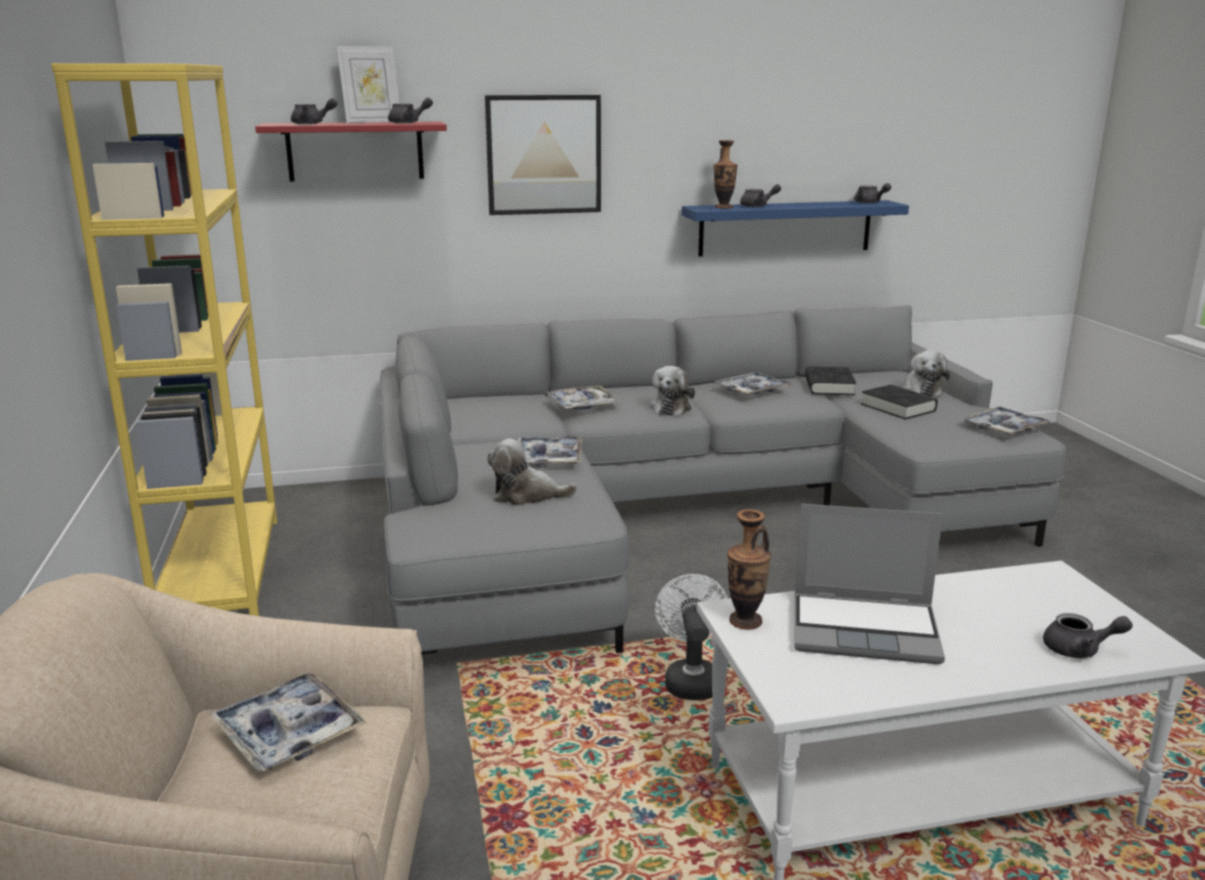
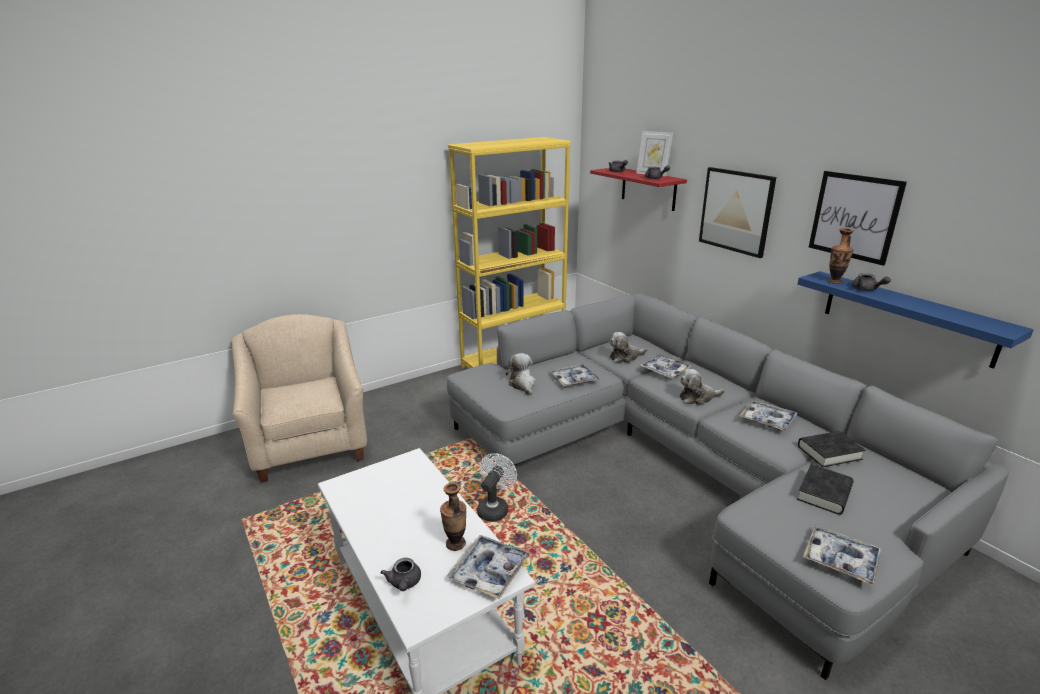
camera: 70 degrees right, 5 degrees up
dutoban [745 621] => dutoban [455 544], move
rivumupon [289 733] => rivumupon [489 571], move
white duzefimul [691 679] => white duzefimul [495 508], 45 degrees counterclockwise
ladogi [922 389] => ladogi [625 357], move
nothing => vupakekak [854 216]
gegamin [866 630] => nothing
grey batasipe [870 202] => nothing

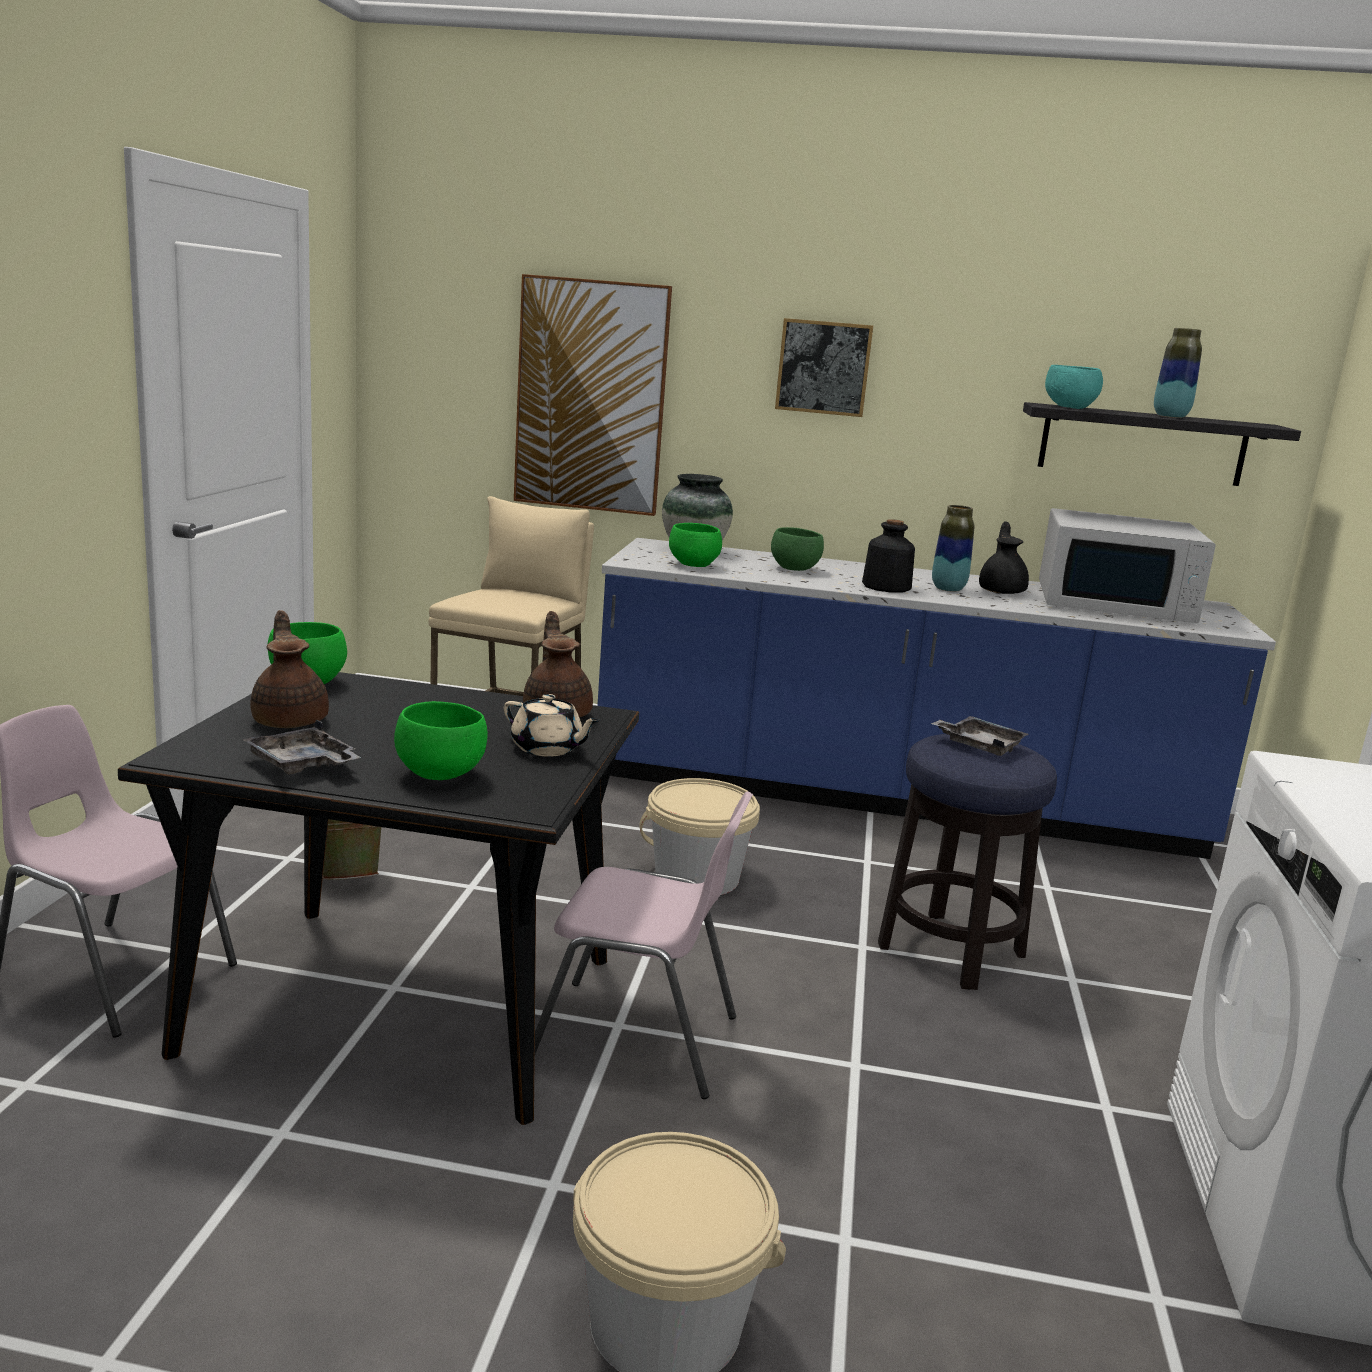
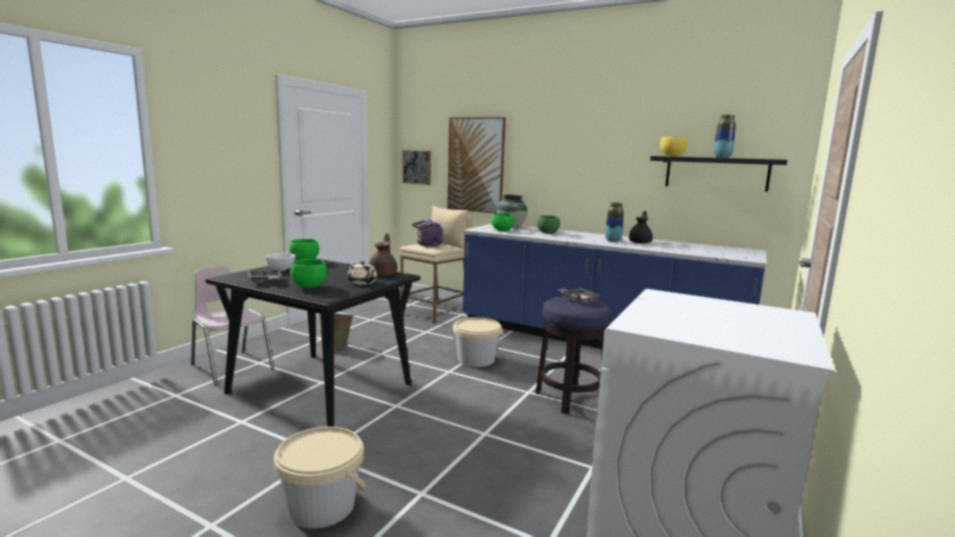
camera: 20 degrees right, 5 degrees down
brown batasipe [291 720] => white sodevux [281 270]
vupakekak [823 367] => vupakekak [417 167], move
nothing => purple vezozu [427 245]
turquoise sodevux [1070 408] => yellow sodevux [672 156]
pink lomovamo [638 1040] => nothing
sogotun [885 587] => nothing
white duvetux [1115 603] => nothing

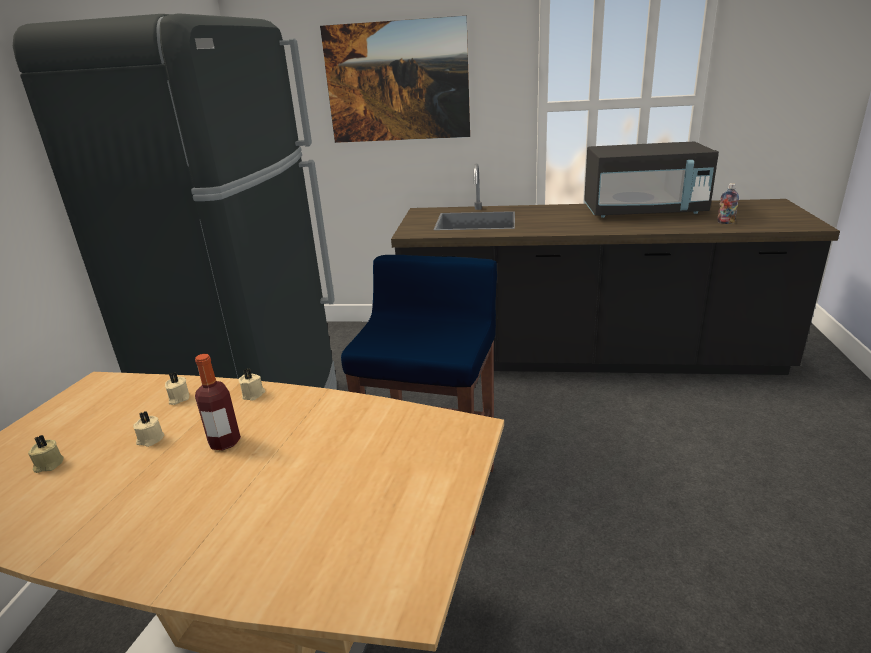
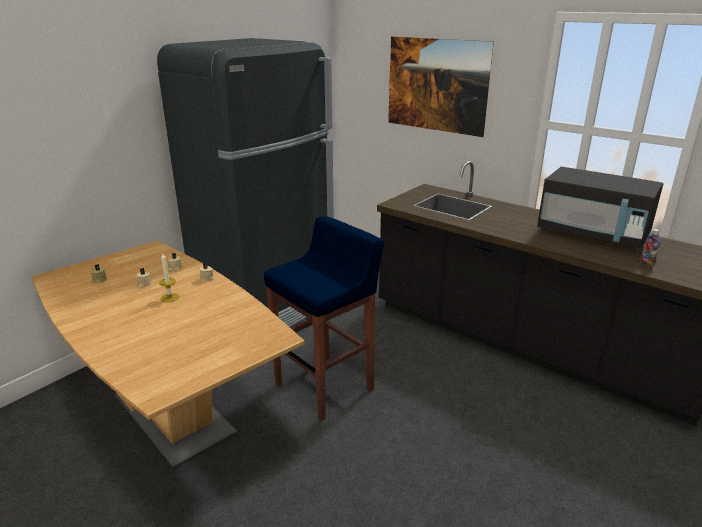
camera: 30 degrees right, 0 degrees up
sogotun [225 442] => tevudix [170 297]

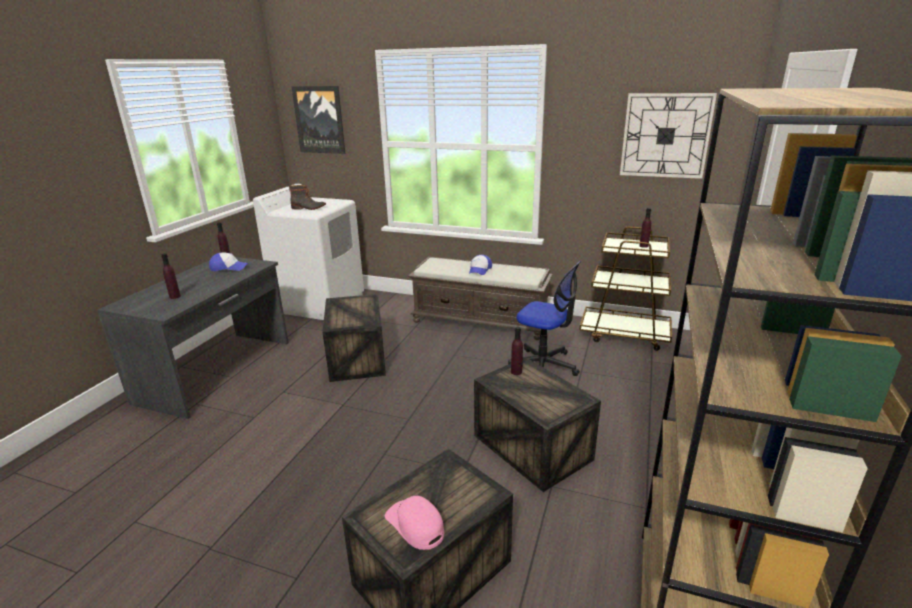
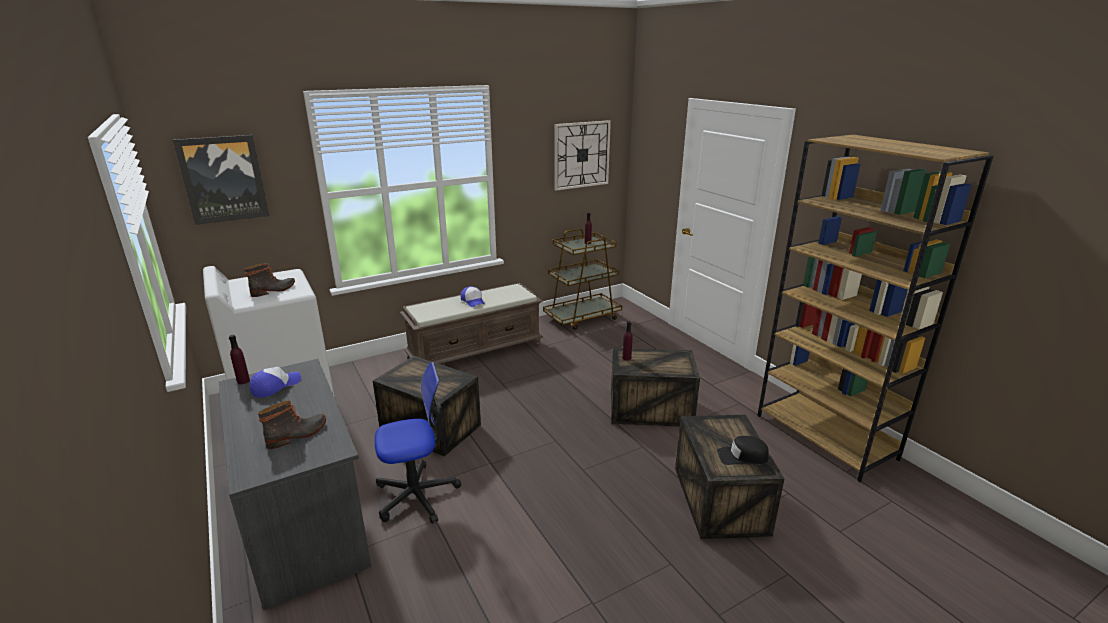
camera: 50 degrees left, 0 degrees up
purple sogotun [175 296] => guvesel [298 434]
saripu [543 366] => saripu [417 495], move
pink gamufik [415 525] => black gamufik [742 456]

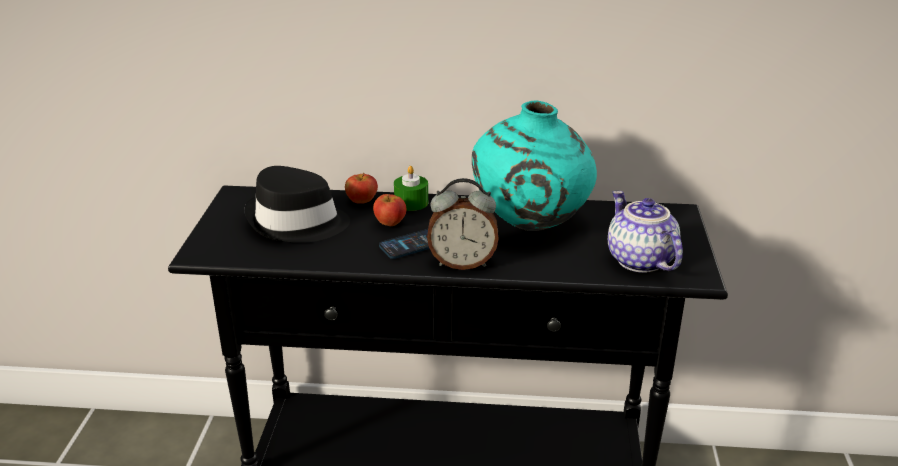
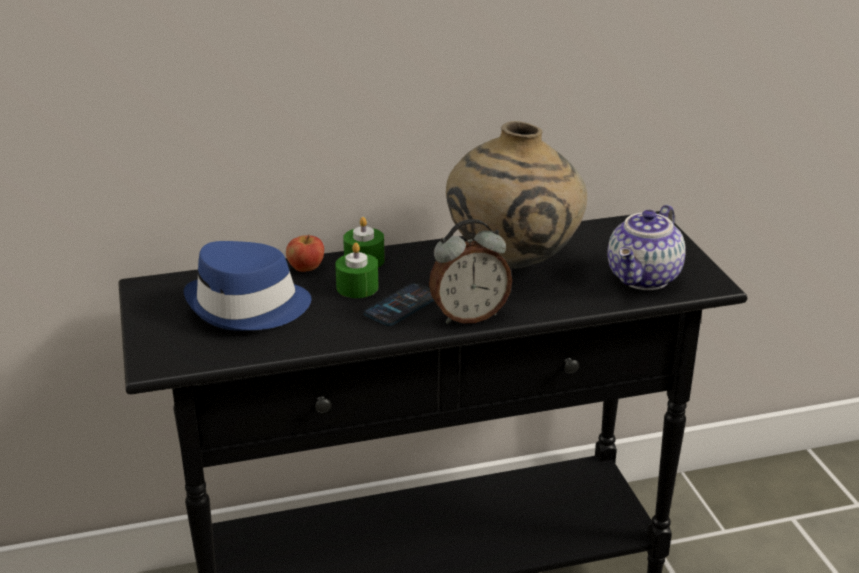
camera: 20 degrees left, 0 degrees up
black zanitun [297 223] => blue zanitun [248 306]
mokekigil [390 223] => green tevudix [357 287]
turquoise dutoban [530 226] => beige dutoban [513 263]
batasipe [638 260] => batasipe [644 279], 105 degrees counterclockwise

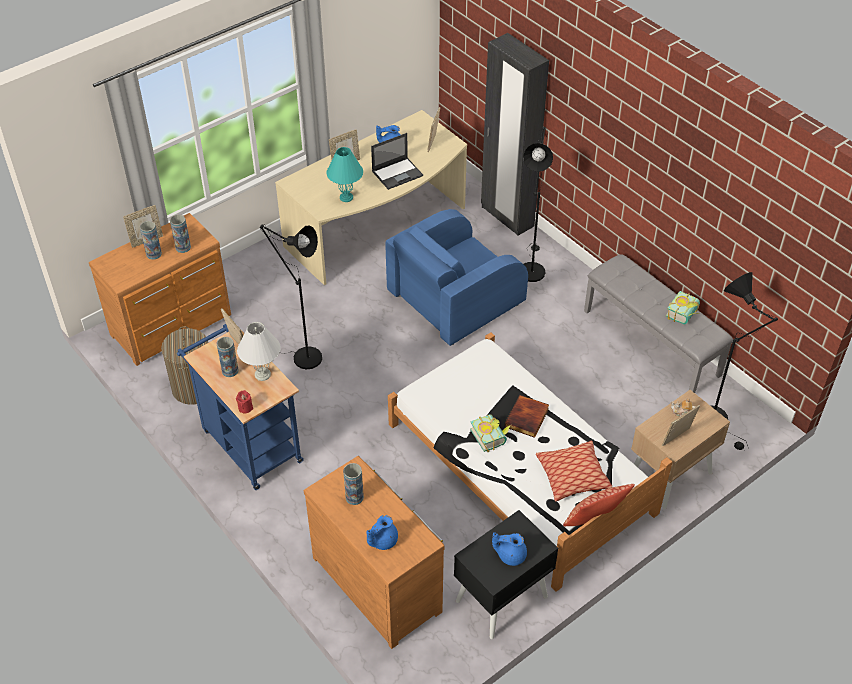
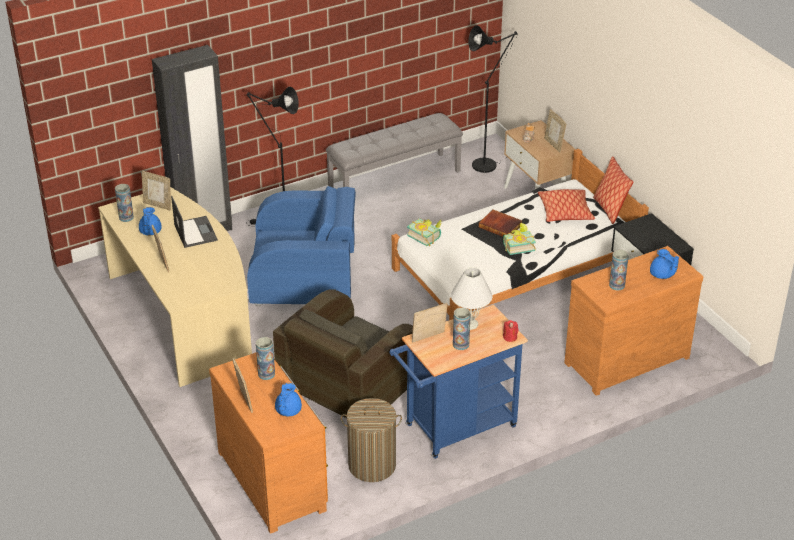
camera: 80 degrees left, 10 degrees down
dutoban [154 254] => dutoban [126 217], move
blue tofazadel [454 299] => blue tofazadel [304 278], 60 degrees counterclockwise
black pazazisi [302 357] => brown tofazadel [351 385]
blue batasipe [510 555] => blue batasipe [287 411], move
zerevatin [685 315] => zerevatin [426 236], move
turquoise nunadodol [346 197] => nothing

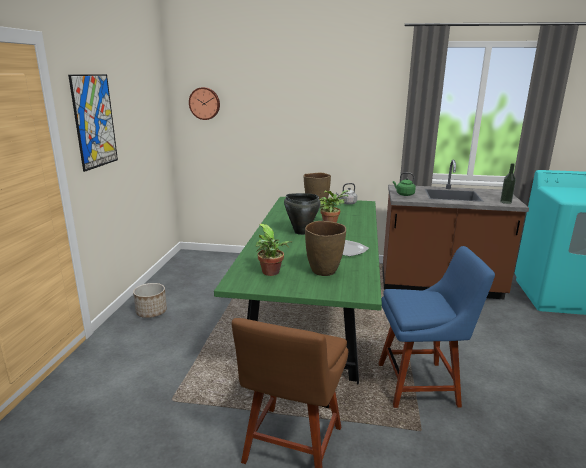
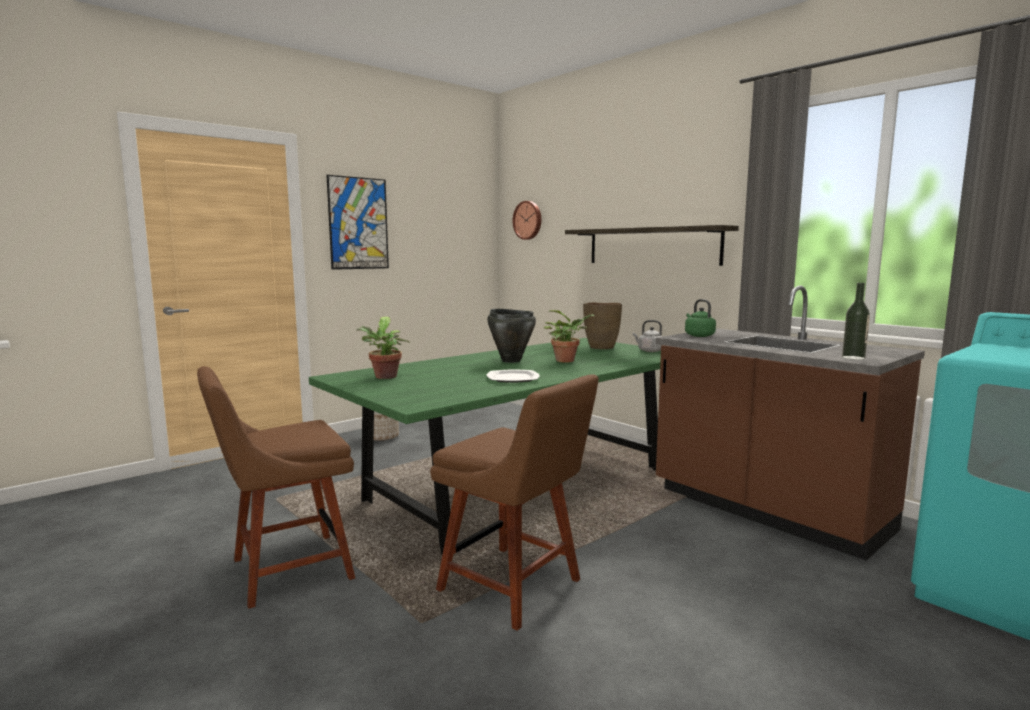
camera: 40 degrees right, 10 degrees down
blue lomovamo [422 384] => brown lomovamo [515 588]
nothing => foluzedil [652 246]
brown dutoban [324 271] => nothing

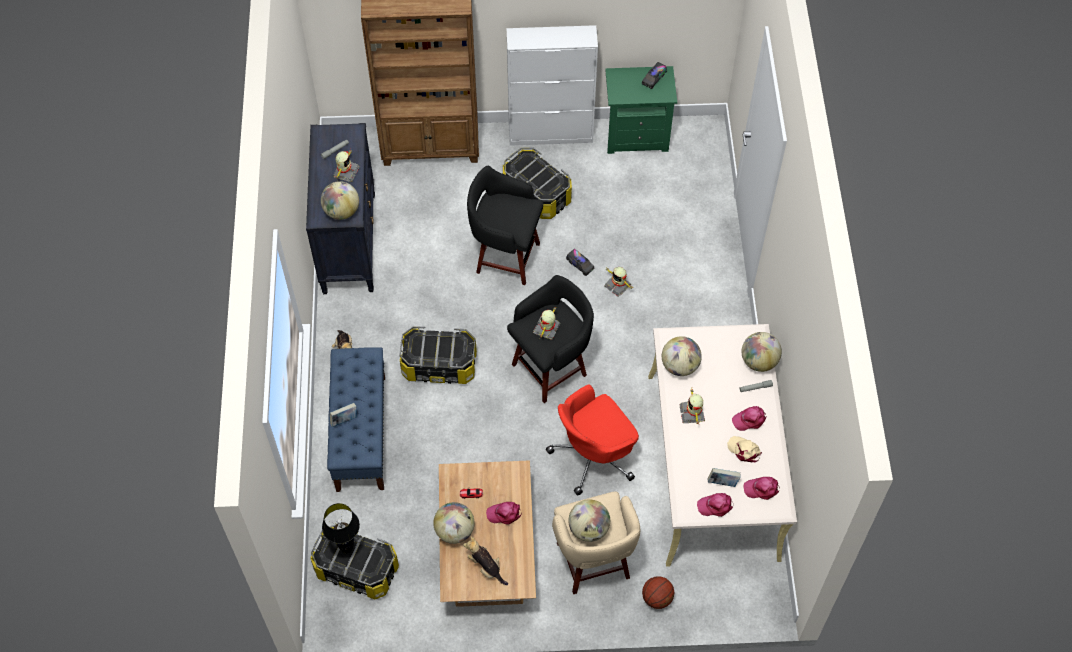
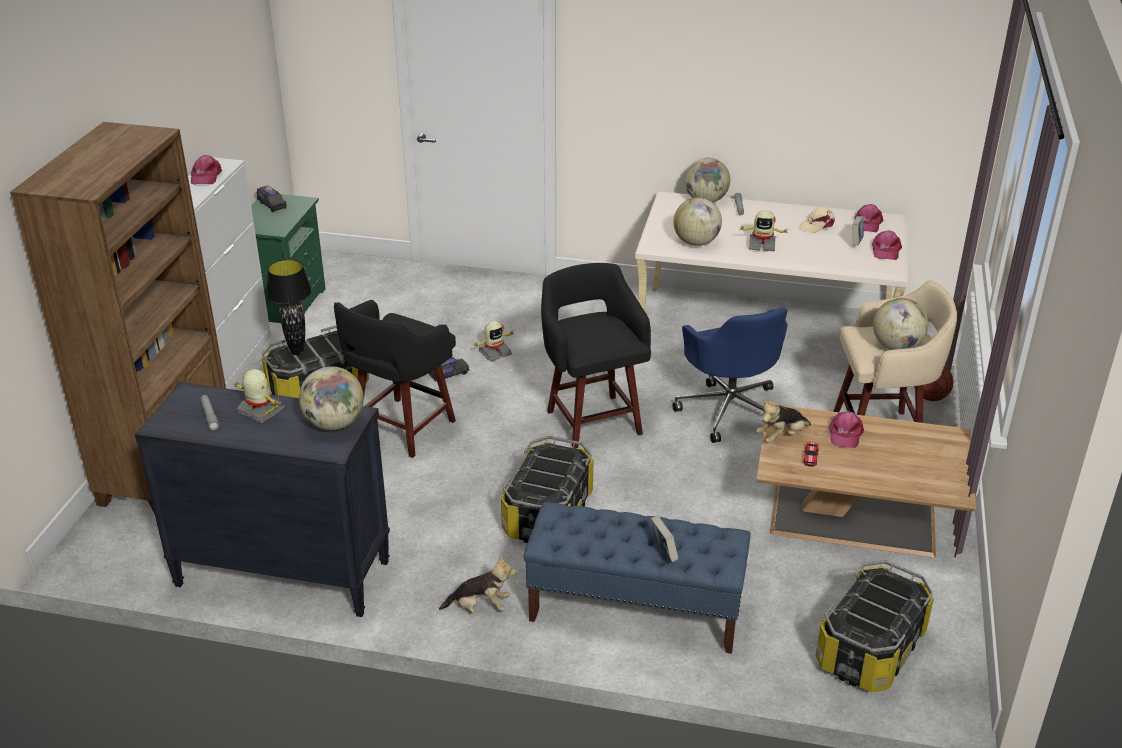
camera: 75 degrees left, 25 degrees down
pink gamufik [749 419] => pink gamufik [205 176], move
black nunadodol [347 548] => black nunadodol [296 352], move
red saripu [594 455] => blue saripu [730 409]
ladogi [486 567] => ladogi [782 436], move
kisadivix [455 531] => nothing
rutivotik [547 329] => nothing

